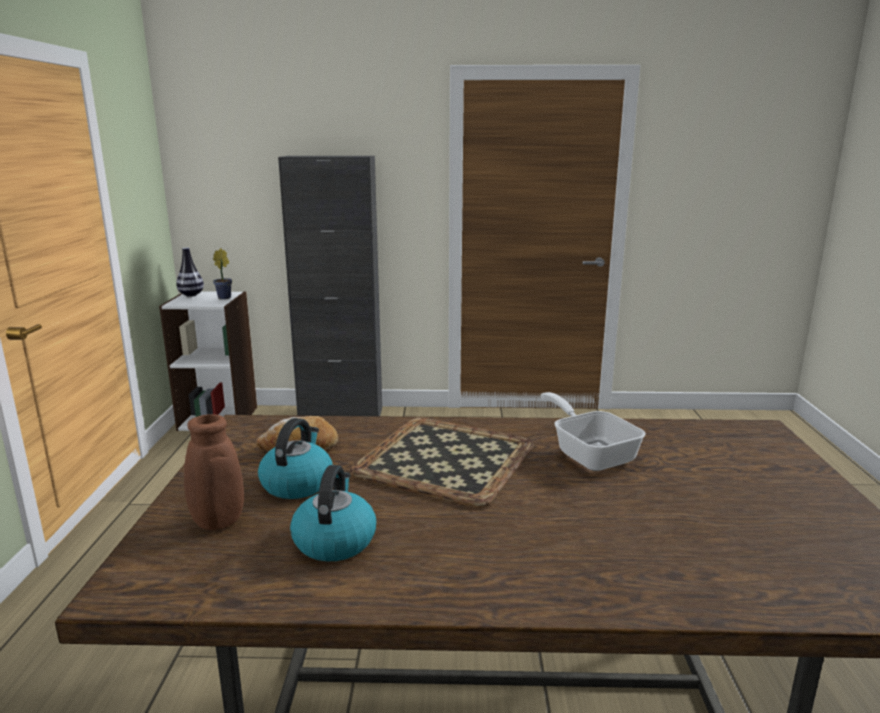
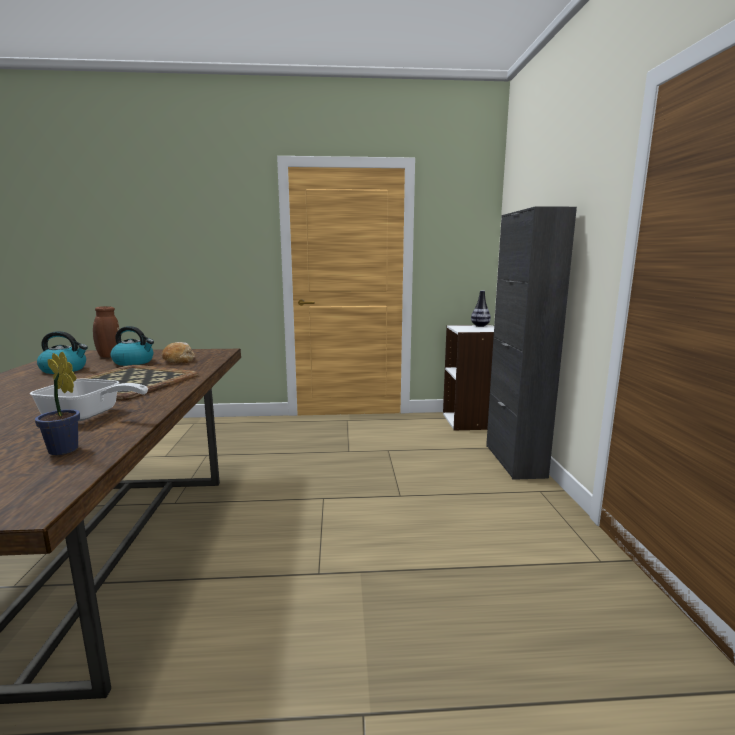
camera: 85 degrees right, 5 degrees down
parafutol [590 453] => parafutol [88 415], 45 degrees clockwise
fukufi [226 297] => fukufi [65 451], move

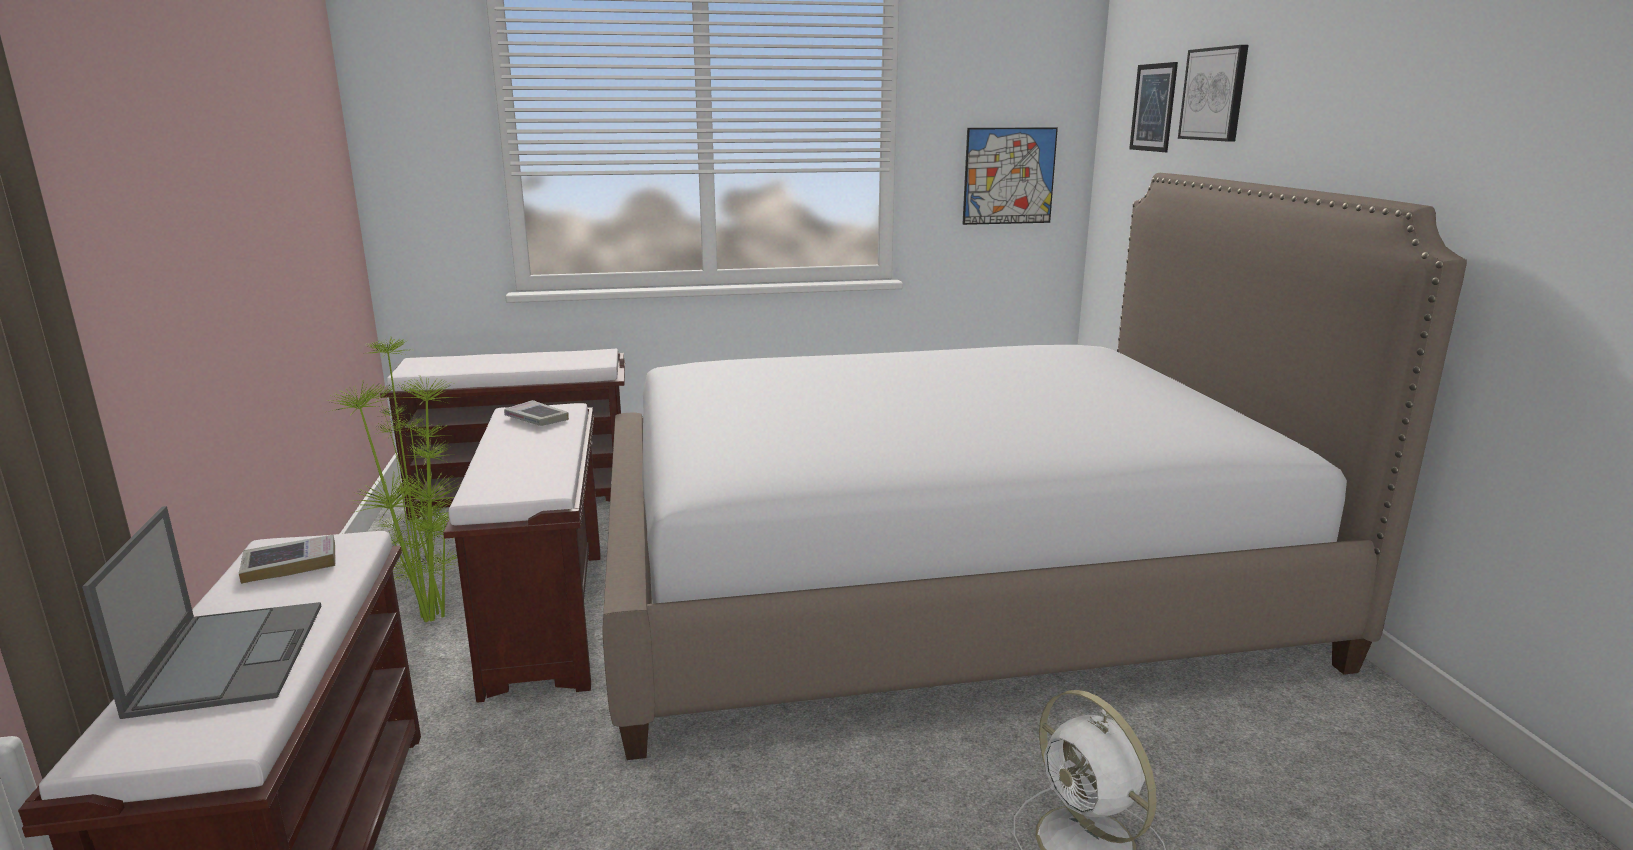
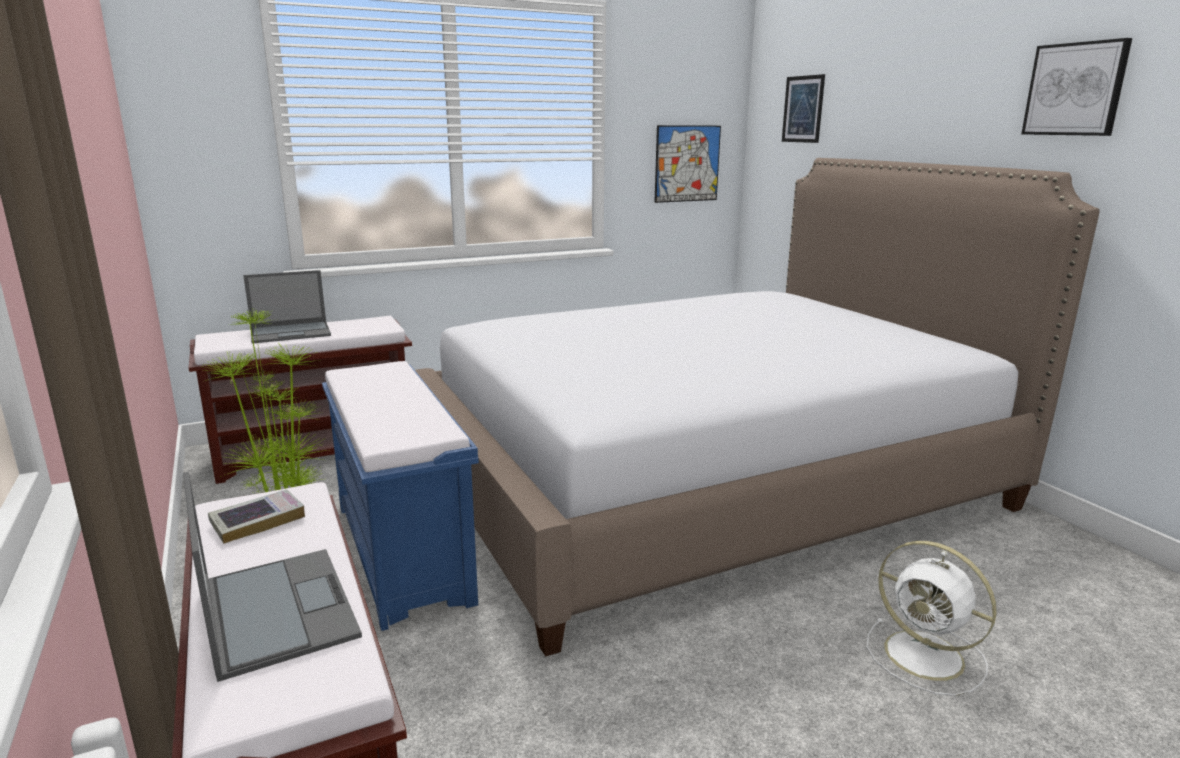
camera: 15 degrees left, 0 degrees up
nothing => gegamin [291 332]
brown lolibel [548 620] => blue lolibel [404 552]
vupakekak [1214 94] => vupakekak [1075 89], move
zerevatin [536 419] => nothing

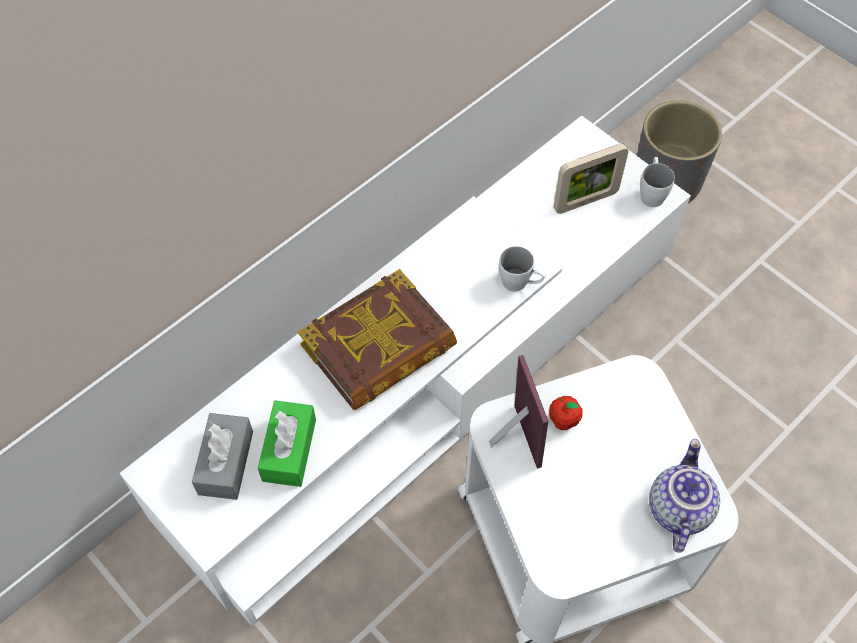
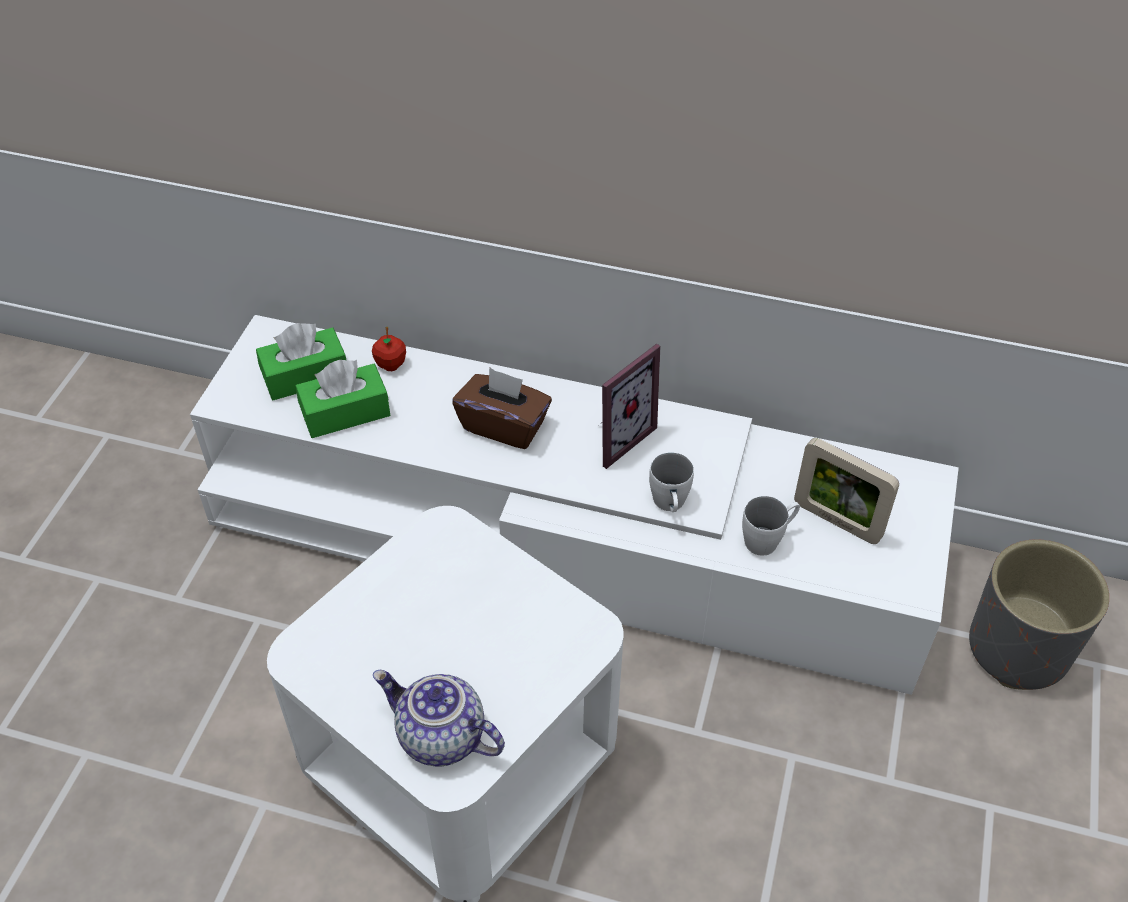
camera: 60 degrees right, 10 degrees down
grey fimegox [226 462] => green fimegox [305 376]
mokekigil [563 420] => mokekigil [391 365], move
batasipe [677 508] => batasipe [439 738], 135 degrees counterclockwise
zerevatin [379 347] => brown fimegox [504 425]
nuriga [510 440] => nuriga [615 436], move
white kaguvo [651 192] => white kaguvo [768 539], move

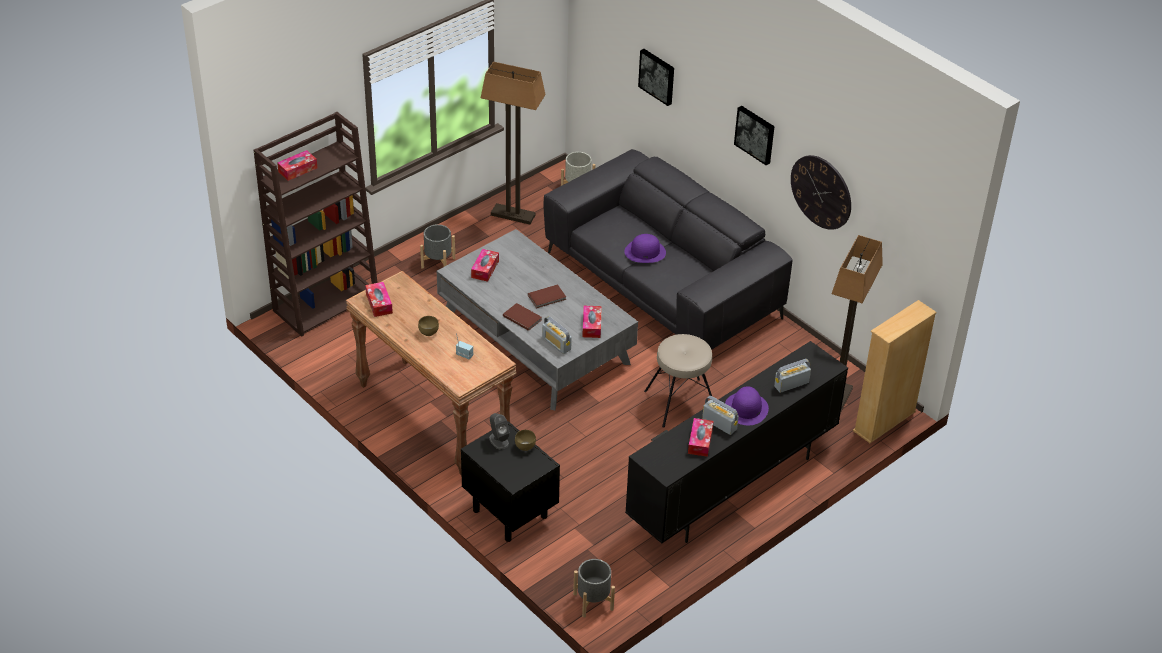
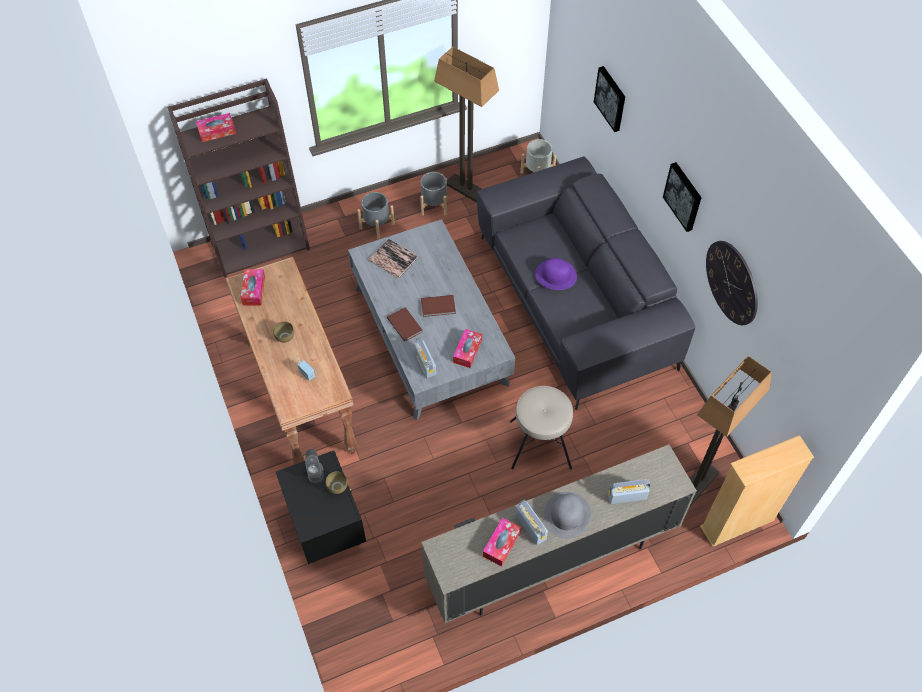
camera: 20 degrees right, 15 degrees up
fimegox [485 269] => zerevatin [393 259]
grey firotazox [593 602] => grey firotazox [434 206], move
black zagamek [731 488] => beige zagamek [550 561]
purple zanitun [746 408] => grey zanitun [567 515]

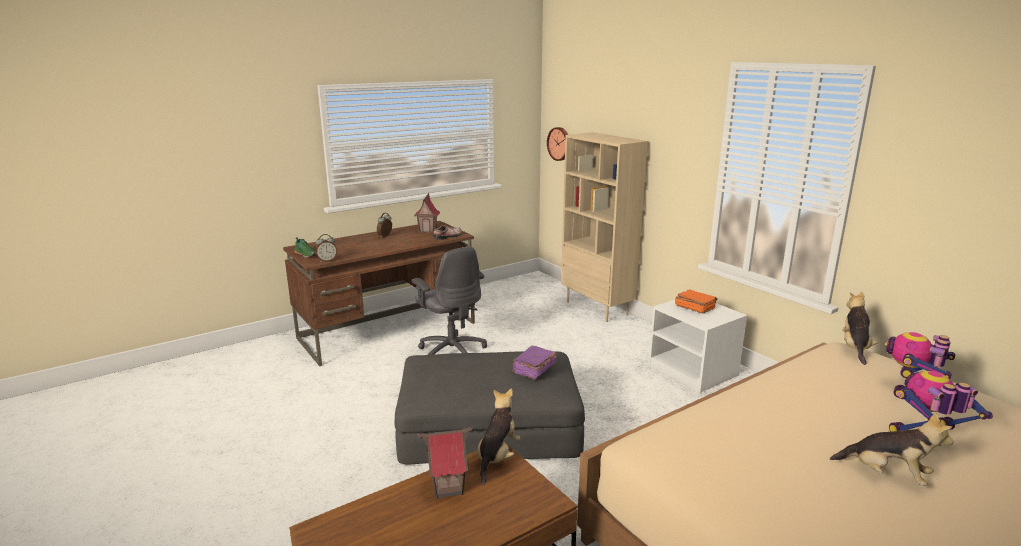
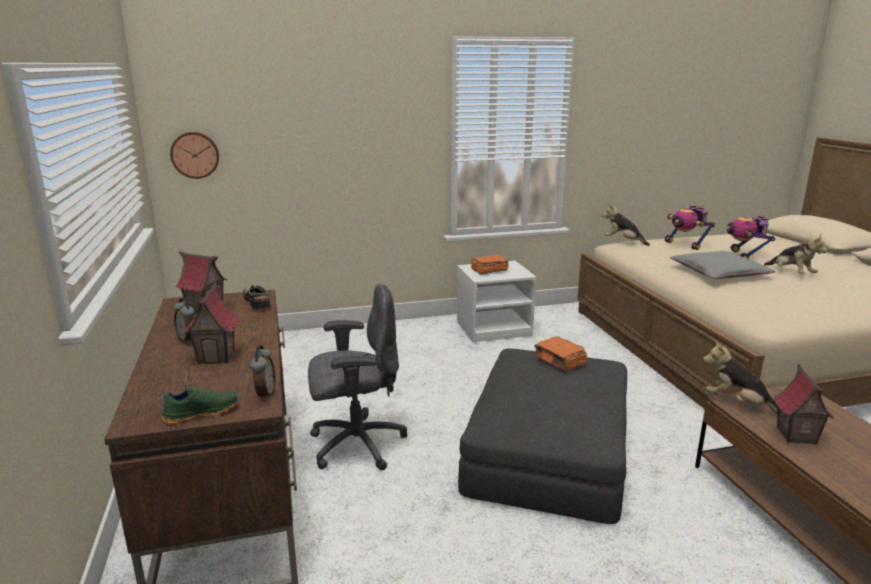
camera: 70 degrees left, 0 degrees up
nothing => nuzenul [217 357]
purple zerevatin [533 369] => orange zerevatin [560 361]
nothing => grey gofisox [719 273]
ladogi [887 474] => ladogi [791 273], 105 degrees clockwise
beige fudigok [597 308] => nothing

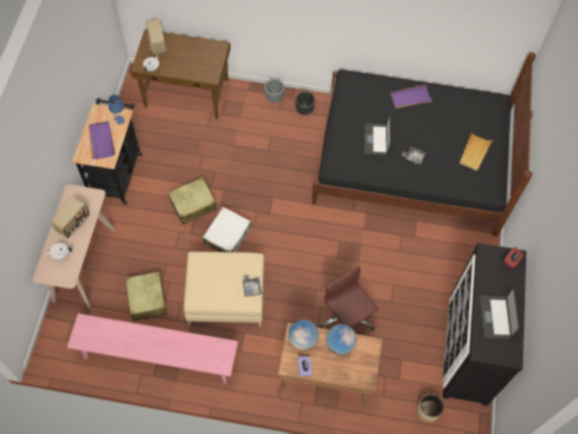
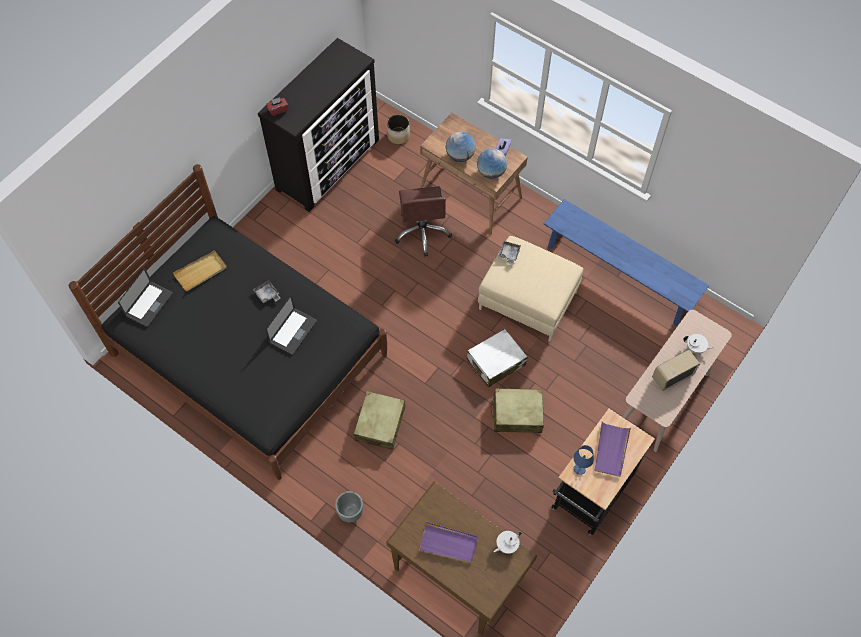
camera: 150 degrees left, 0 degrees up
gegamin [495 317] => gegamin [149 304], move
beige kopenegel [147 299] => beige kopenegel [380 424], move
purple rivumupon [410 98] => purple rivumupon [448 544], move
pink lolibel [157 357] => blue lolibel [618 276]
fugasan [157 44] => nothing
black firotazox [304 110] => nothing

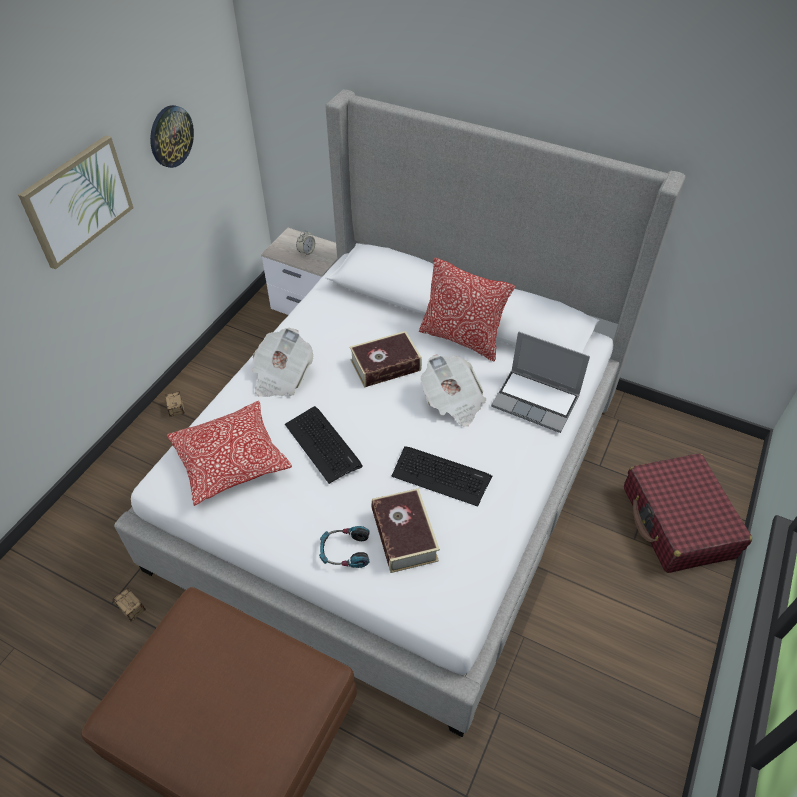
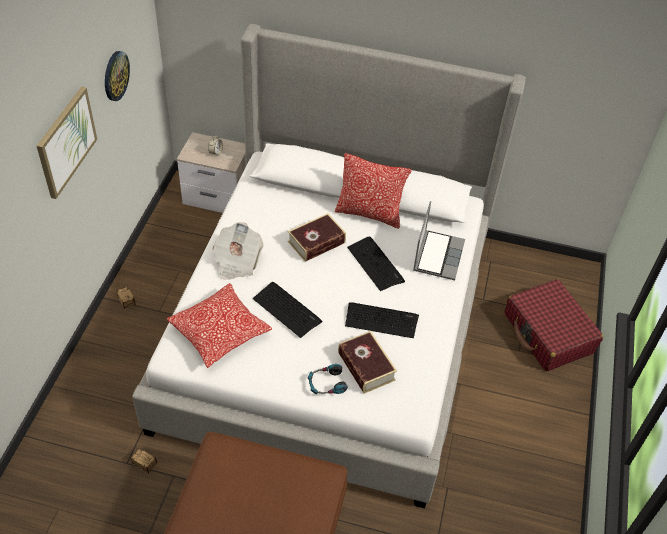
camera: 15 degrees left, 0 degrees up
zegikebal [453 402] => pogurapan [375 264]
gegamin [536 401] => gegamin [437 255], 90 degrees counterclockwise

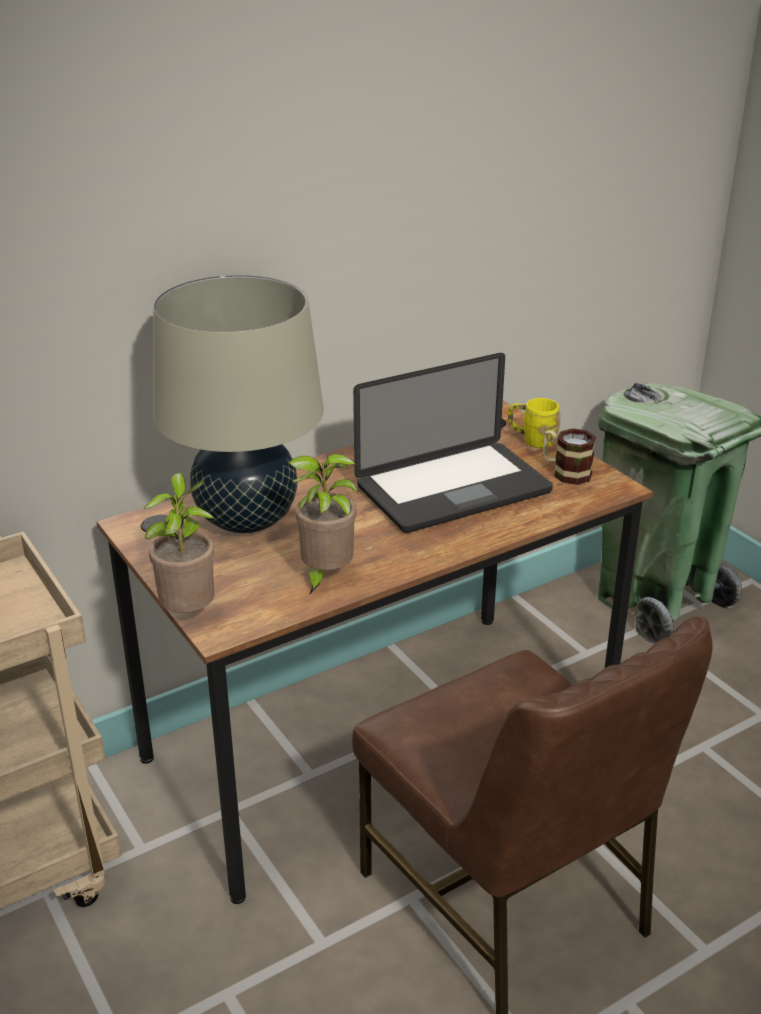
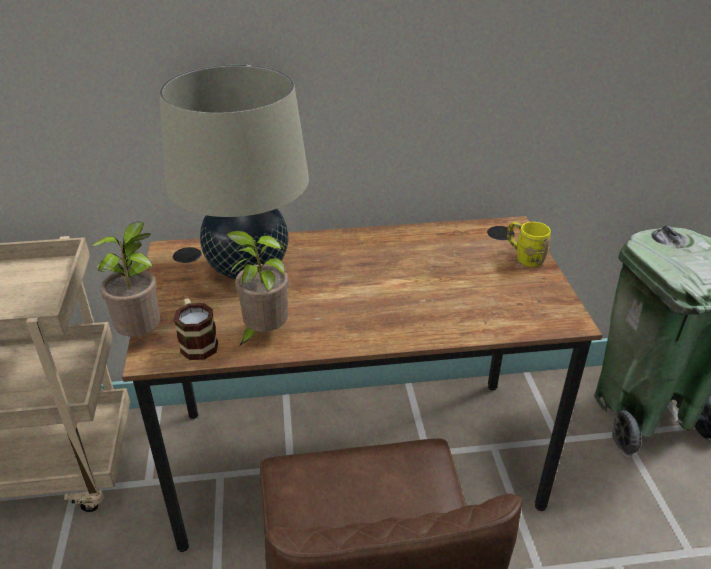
camera: 25 degrees right, 5 degrees up
kaguvo [565 472] => kaguvo [197 342], move
gegamin [453 489] => nothing

